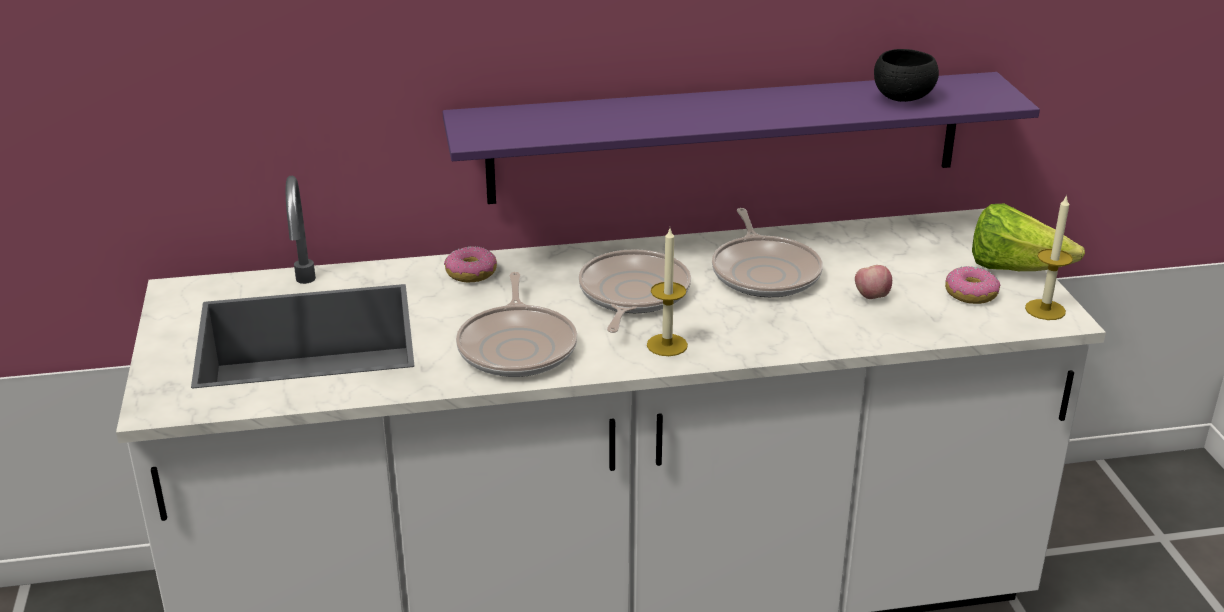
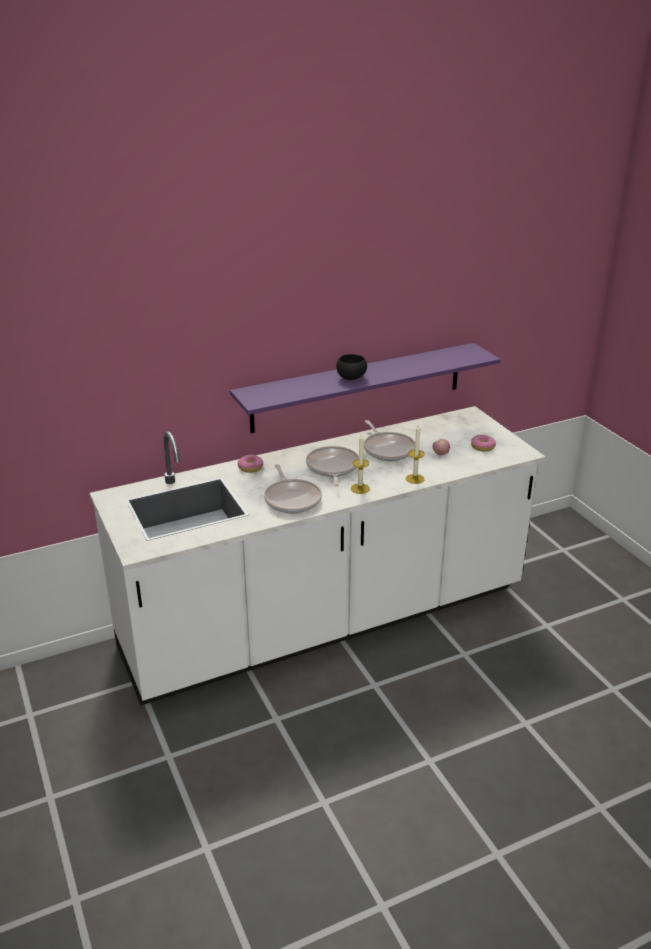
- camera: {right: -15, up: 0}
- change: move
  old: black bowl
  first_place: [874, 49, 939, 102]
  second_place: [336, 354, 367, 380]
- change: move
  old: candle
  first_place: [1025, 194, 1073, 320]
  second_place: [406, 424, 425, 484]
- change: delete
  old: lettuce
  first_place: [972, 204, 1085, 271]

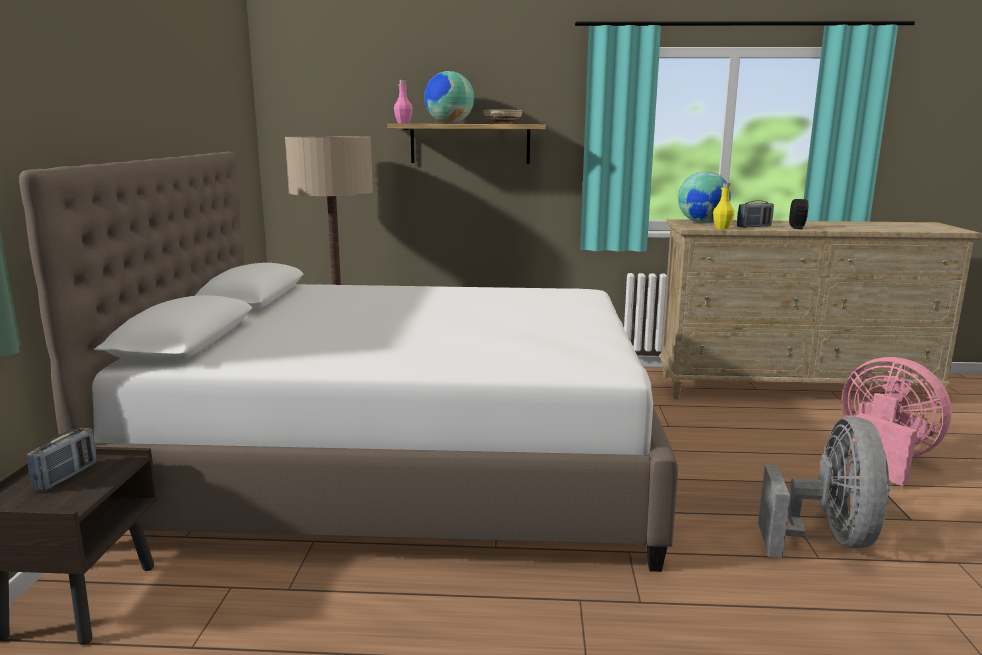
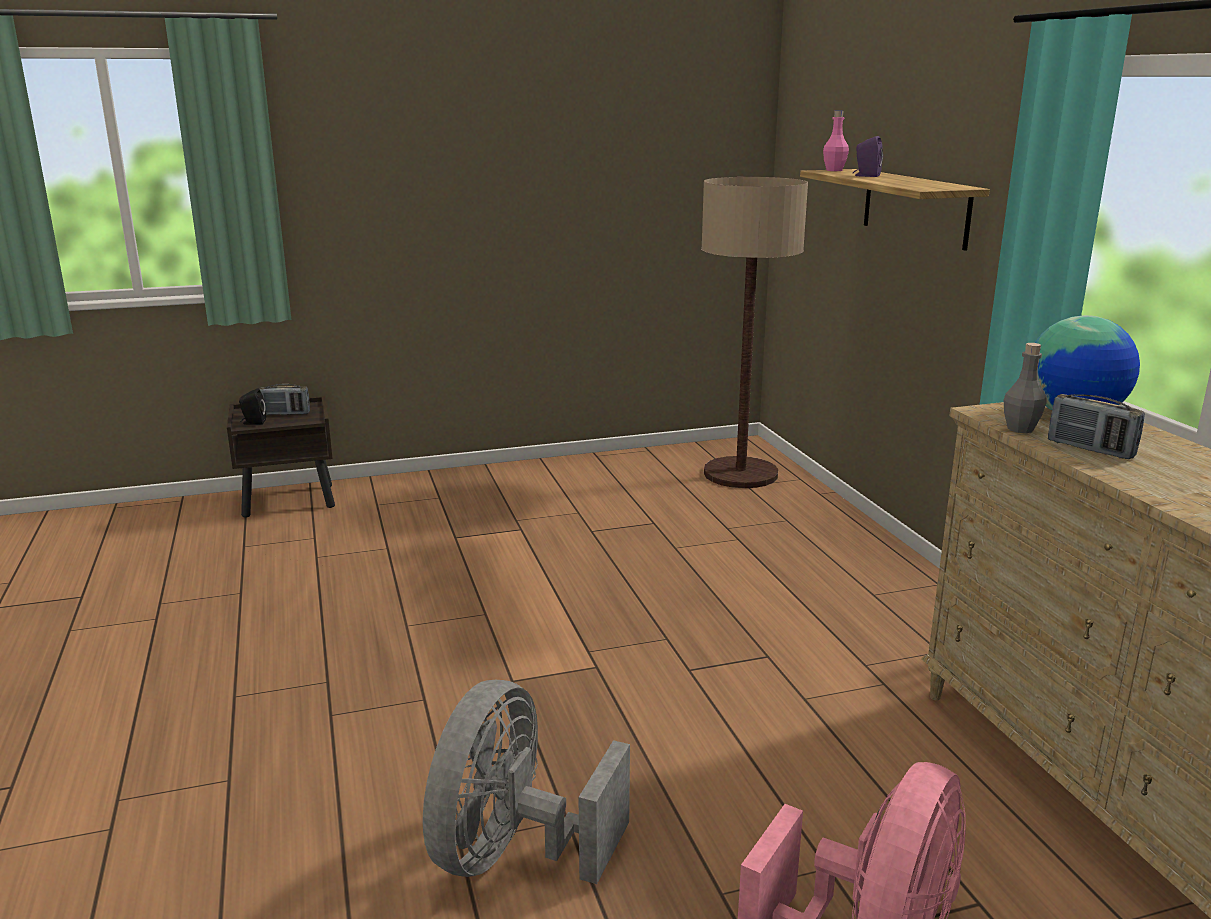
- camera: {right: 70, up: 5}
- change: move
  old: black speaker
  first_place: [789, 199, 808, 229]
  second_place: [239, 388, 266, 425]
- change: rotate
  old: grey fan
  first_place: [758, 417, 890, 558]
  second_place: [423, 680, 630, 884]
  degrees: 120
- change: replace
  old: globe
  new: purple speaker
  first_place: [424, 71, 474, 124]
  second_place: [853, 136, 883, 177]
- change: recolor
  old: yellow bottle
  new: grey bottle
  first_place: [713, 183, 734, 229]
  second_place: [1004, 343, 1047, 433]
- change: delete
  old: white bed
  first_place: [19, 151, 678, 572]
- change: delete
  old: beige bowl
  first_place: [483, 110, 523, 124]

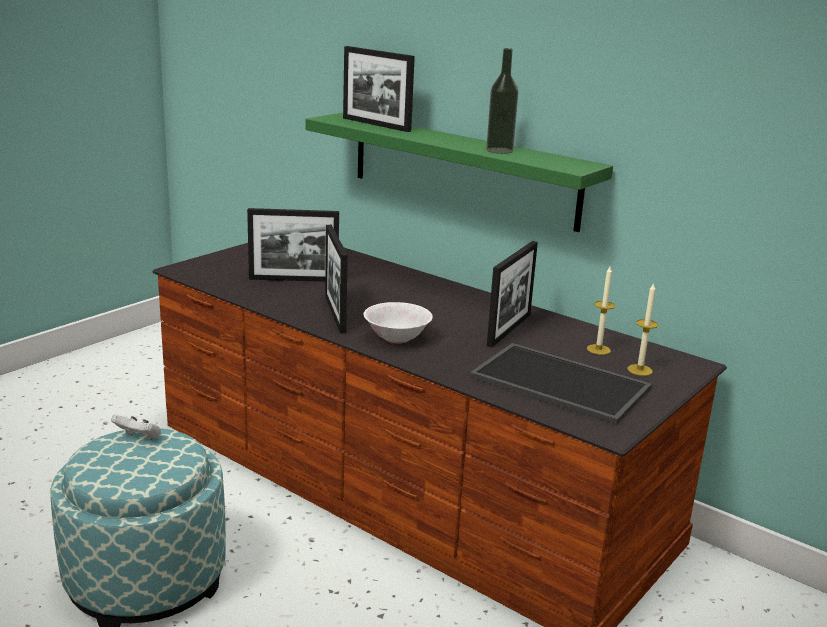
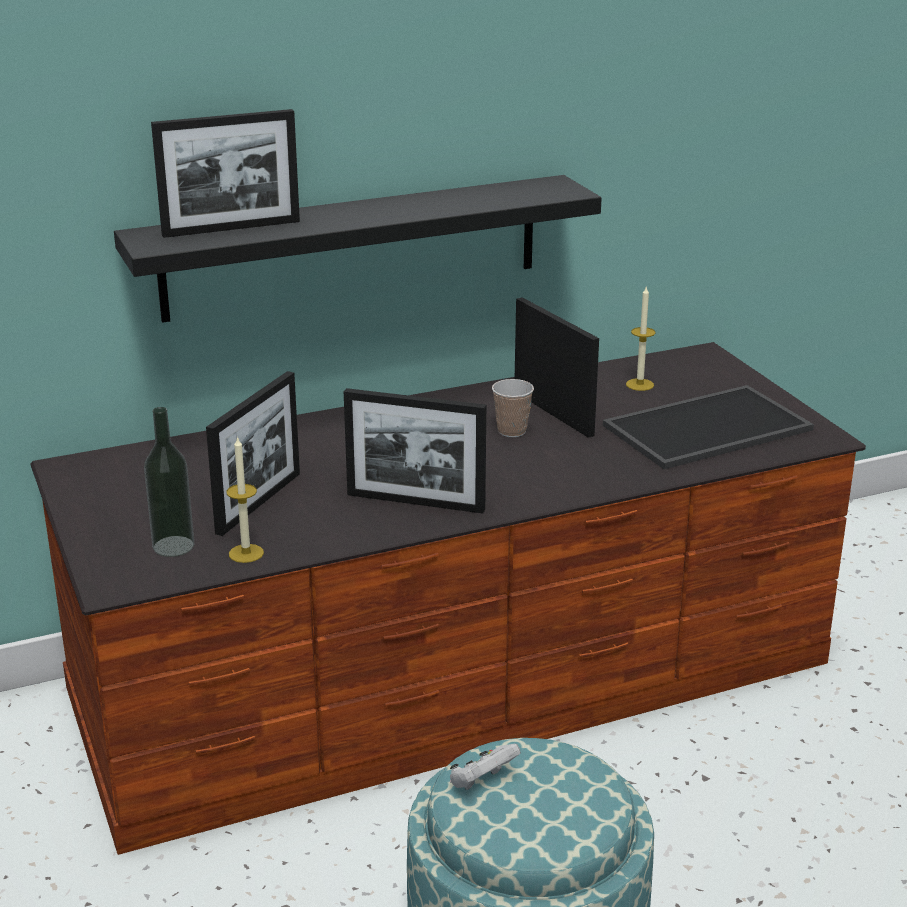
- camera: {right: -60, up: 5}
- change: recolor
  old: green shelf
  new: black shelf
  first_place: [305, 113, 613, 232]
  second_place: [114, 175, 602, 323]
- change: move
  old: bottle
  first_place: [486, 48, 518, 154]
  second_place: [144, 407, 194, 557]
- change: move
  old: candle
  first_place: [627, 283, 658, 376]
  second_place: [226, 436, 264, 563]
- change: insert
  new: cup
  second_place: [492, 379, 534, 437]
- change: delete
  old: white bowl
  first_place: [364, 302, 433, 344]

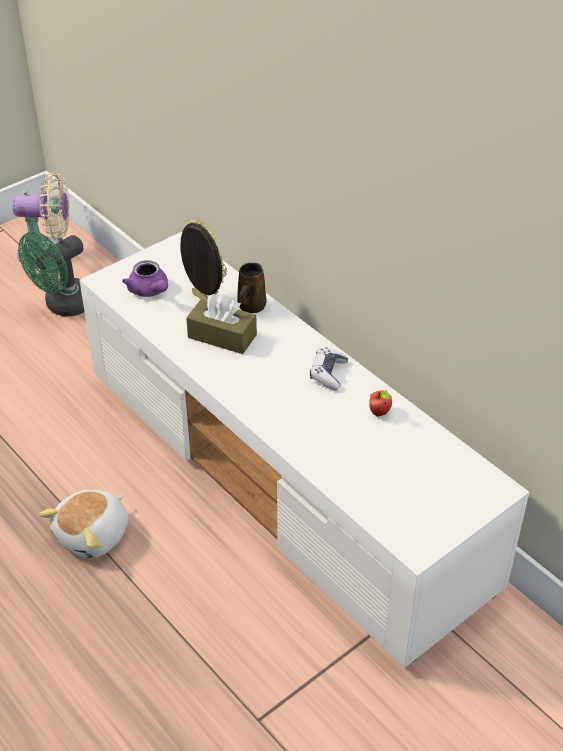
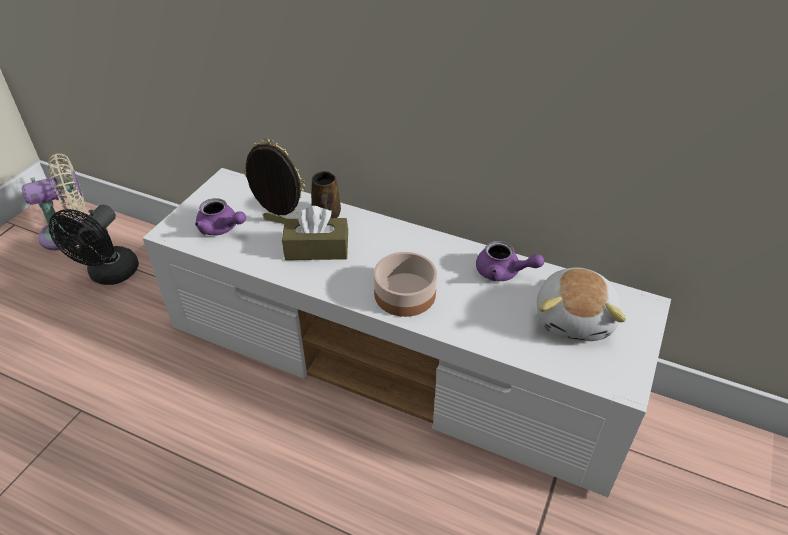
- camera: {right: -25, up: 0}
- change: recolor
  old: green fan
  new: black fan
  first_place: [18, 231, 84, 317]
  second_place: [49, 205, 139, 285]
- change: insert
  new: bowl
  second_place: [374, 252, 437, 317]
- change: replace
  old: apple
  new: purple teapot
  first_place: [370, 390, 392, 416]
  second_place: [476, 241, 544, 281]
- change: move
  old: plush toy
  first_place: [39, 490, 128, 559]
  second_place: [537, 267, 626, 341]
- change: delete
  old: game controller
  first_place: [310, 347, 348, 390]

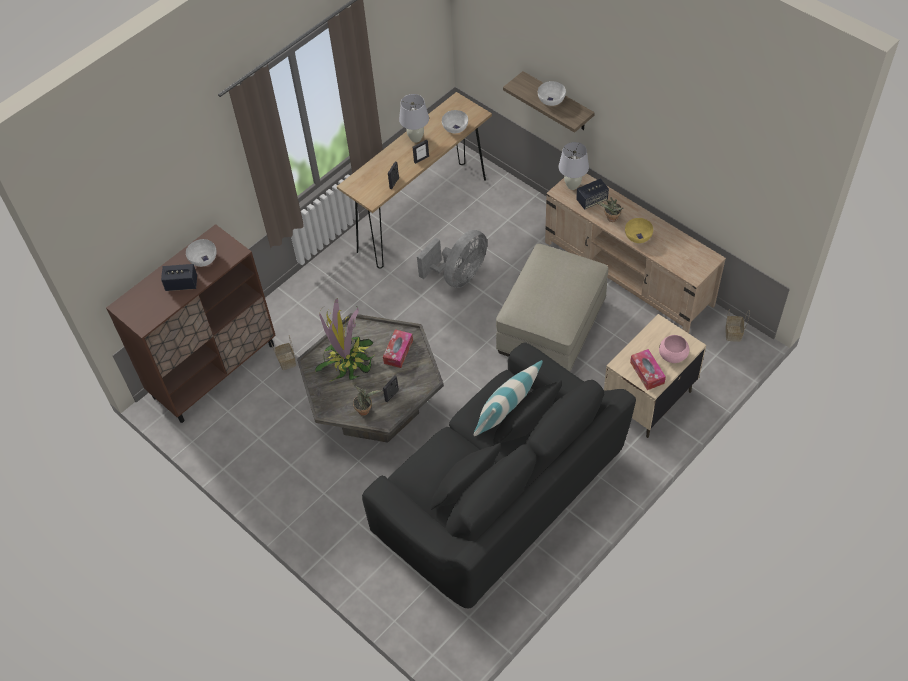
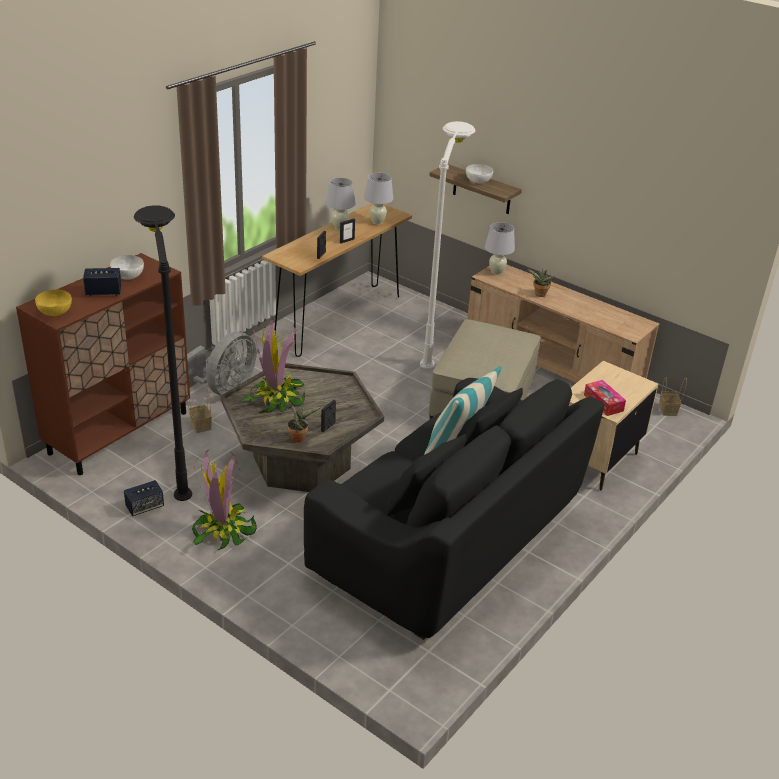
- camera: {right: -10, up: -20}
- change: move
  old: yellow bowl
  first_place: [625, 218, 653, 243]
  second_place: [35, 290, 72, 316]
- change: move
  old: speaker
  first_place: [576, 179, 609, 209]
  second_place: [124, 480, 164, 516]
- change: insert
  new: black floor lamp
  second_place: [134, 205, 192, 501]
- change: move
  old: grey fan
  first_place: [417, 230, 487, 288]
  second_place: [187, 332, 257, 396]
- change: insert
  new: potted plant
  second_place: [192, 449, 257, 552]
- change: replace
  old: white bowl
  new: white table lamp
  first_place: [442, 110, 468, 133]
  second_place: [364, 173, 393, 225]
- change: insert
  new: white floor lamp
  second_place: [420, 121, 475, 369]
- change: delete
  old: tissue box
  first_place: [383, 329, 413, 368]
- change: delete
  old: pink bowl
  first_place: [659, 335, 689, 363]

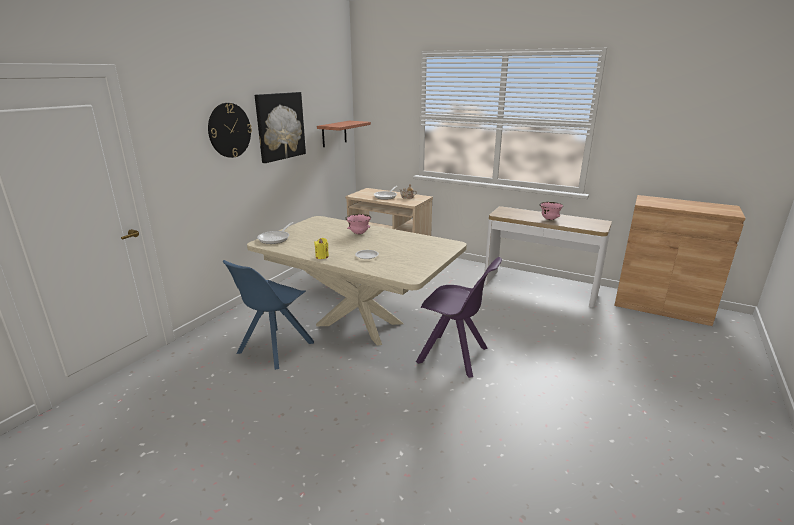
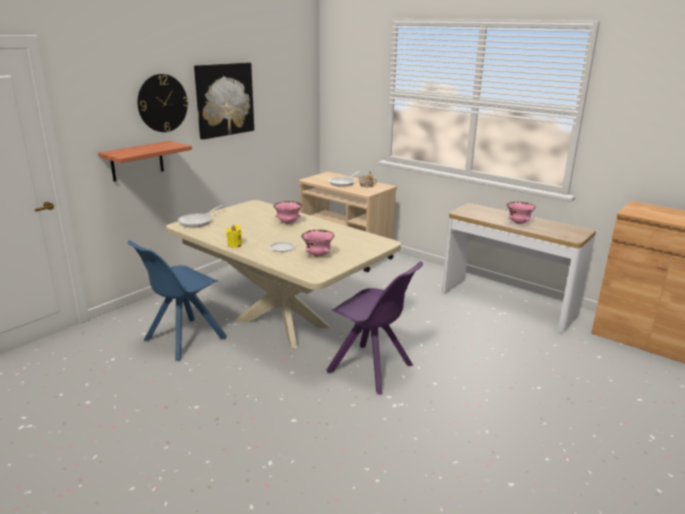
- camera: {right: 10, up: 0}
- change: move
  old: shelf
  first_place: [317, 121, 371, 147]
  second_place: [98, 141, 192, 182]
- change: insert
  new: pink bowl
  second_place: [301, 230, 334, 257]

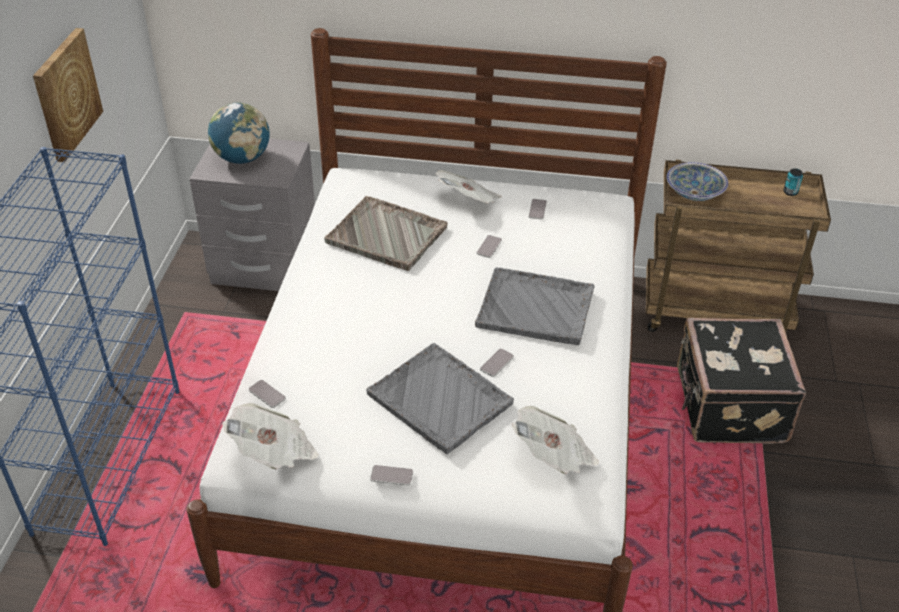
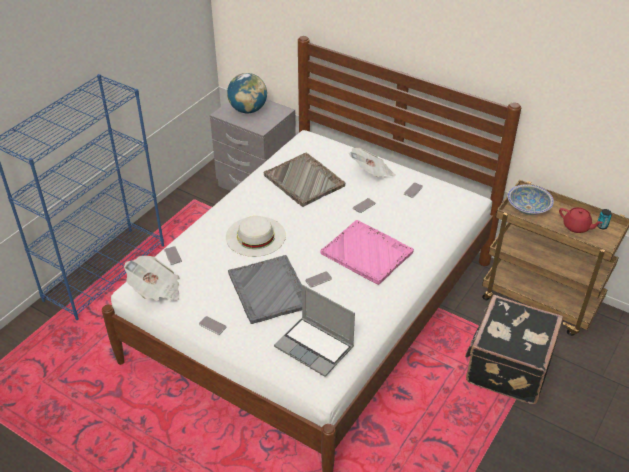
- camera: {right: 25, up: 0}
- change: insert
  new: white hat
  second_place: [226, 216, 286, 257]
- change: replace
  old: newspaper
  new: laptop
  first_place: [512, 406, 599, 474]
  second_place: [274, 285, 355, 377]
- change: recolor
  old: grey tray
  new: pink tray
  first_place: [475, 267, 595, 345]
  second_place: [320, 220, 414, 285]
- change: insert
  new: red teapot
  second_place: [559, 207, 603, 233]
- change: delete
  old: picture
  first_place: [33, 28, 103, 162]

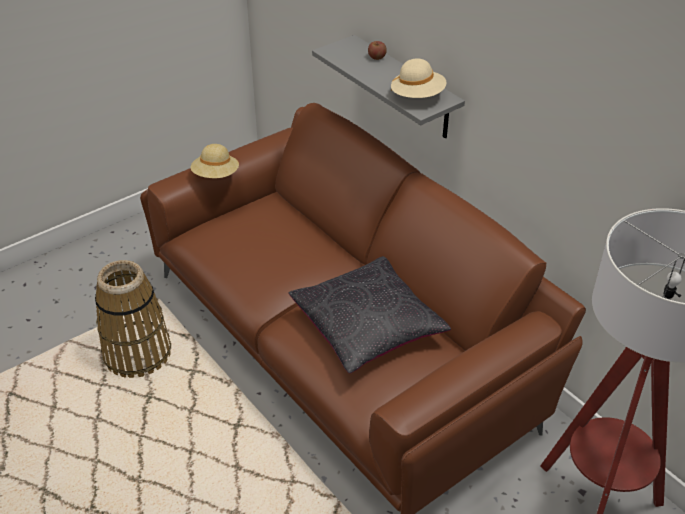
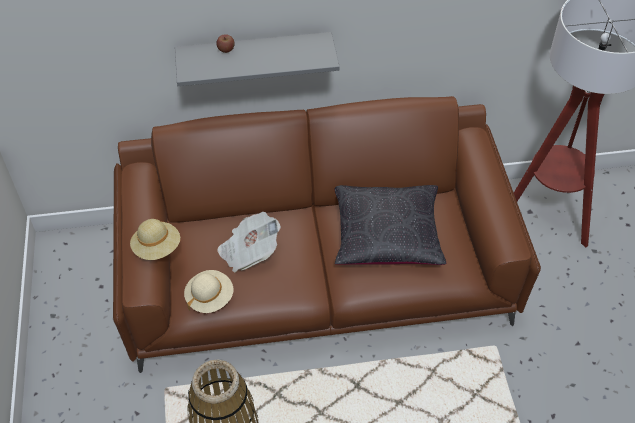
- camera: {right: -60, up: 10}
- change: move
  old: beige hat
  first_place: [391, 58, 446, 98]
  second_place: [184, 270, 233, 313]
- change: insert
  new: newspaper
  second_place: [217, 212, 281, 273]

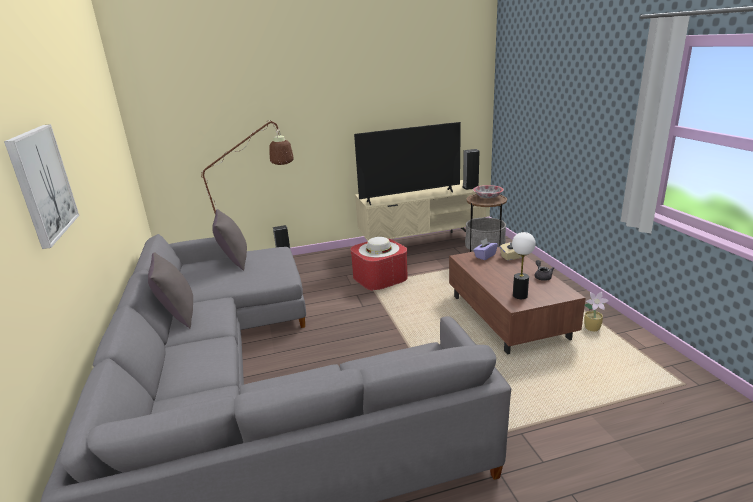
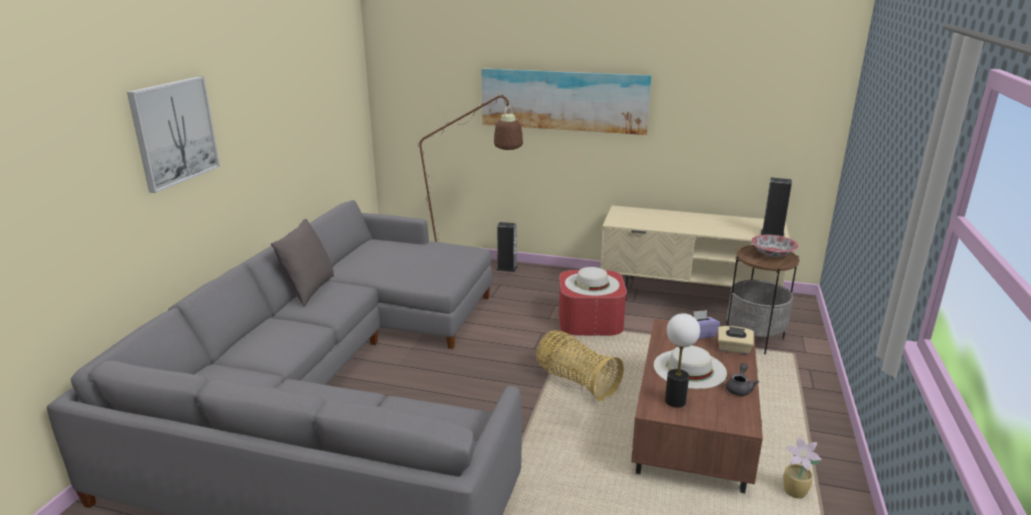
- camera: {right: 30, up: 0}
- change: insert
  new: picture
  second_place: [482, 69, 651, 135]
- change: insert
  new: basket
  second_place: [536, 330, 624, 401]
- change: insert
  new: white hat
  second_place: [654, 346, 727, 389]
- change: delete
  old: grey pillow
  first_place: [212, 209, 247, 271]
- change: delete
  old: television
  first_place: [354, 122, 461, 205]

